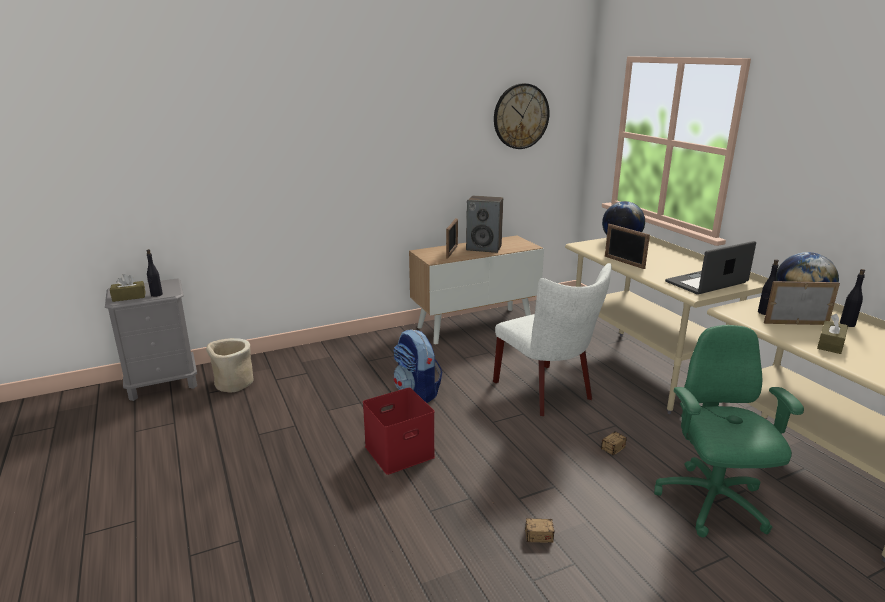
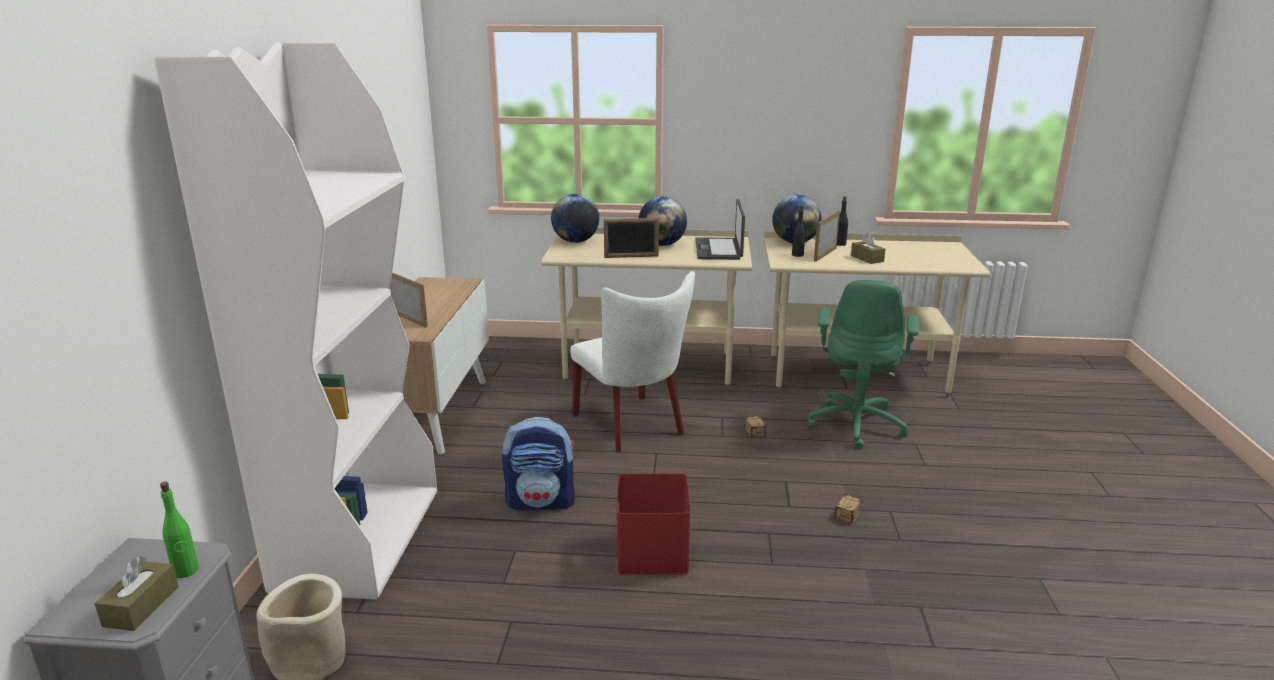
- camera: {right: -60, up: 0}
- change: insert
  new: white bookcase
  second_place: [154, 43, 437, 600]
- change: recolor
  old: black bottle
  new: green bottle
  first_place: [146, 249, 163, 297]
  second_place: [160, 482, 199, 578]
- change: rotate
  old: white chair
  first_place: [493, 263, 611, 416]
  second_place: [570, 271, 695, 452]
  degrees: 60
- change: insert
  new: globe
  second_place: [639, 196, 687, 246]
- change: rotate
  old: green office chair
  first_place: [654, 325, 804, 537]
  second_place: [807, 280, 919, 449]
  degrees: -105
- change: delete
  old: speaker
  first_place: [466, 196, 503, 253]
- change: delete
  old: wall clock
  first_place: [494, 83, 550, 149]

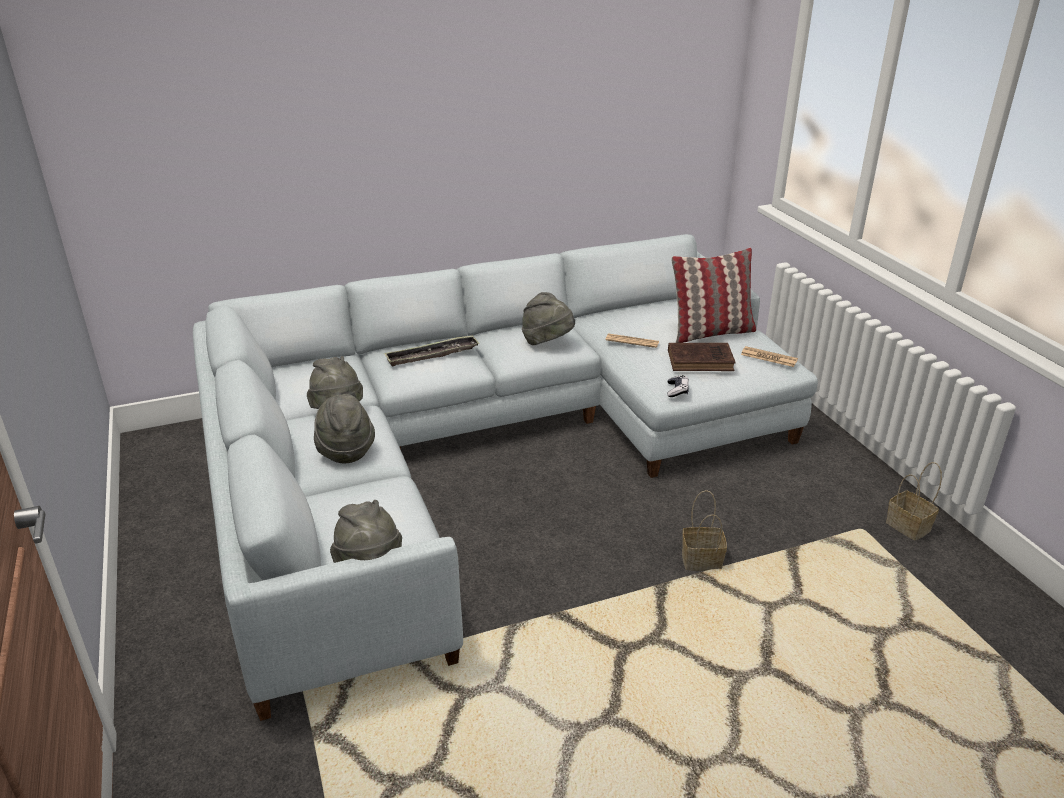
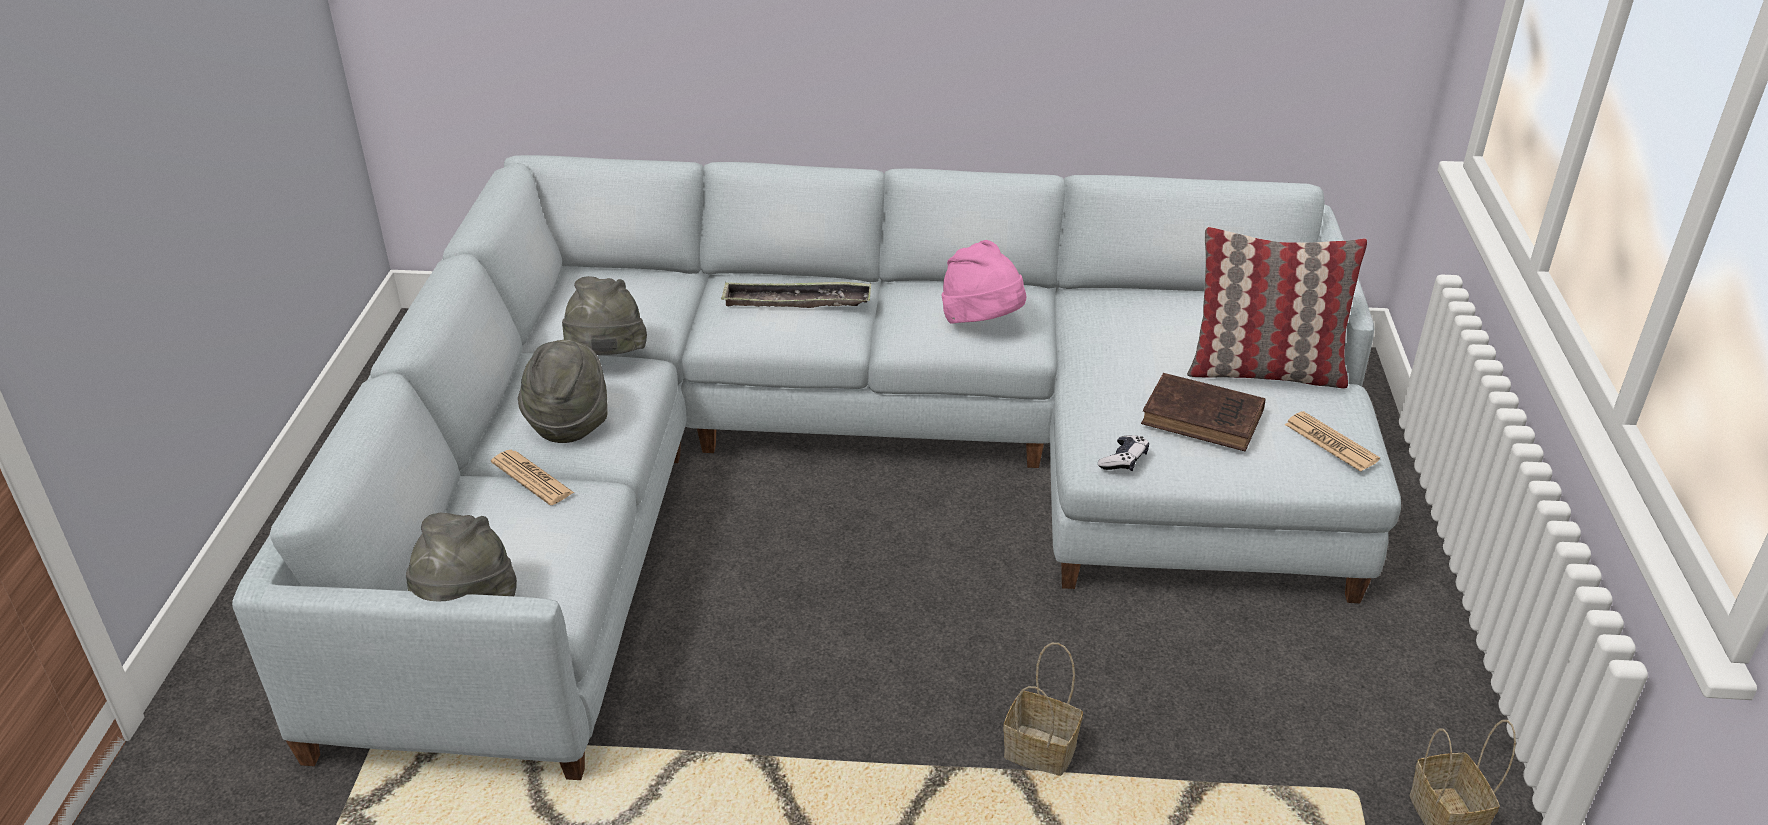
- camera: {right: 25, up: 5}
- change: move
  old: newspaper
  first_place: [605, 334, 659, 348]
  second_place: [491, 450, 574, 505]
- change: recolor
  old: grey hat
  new: pink hat
  first_place: [522, 292, 575, 346]
  second_place: [941, 240, 1027, 324]

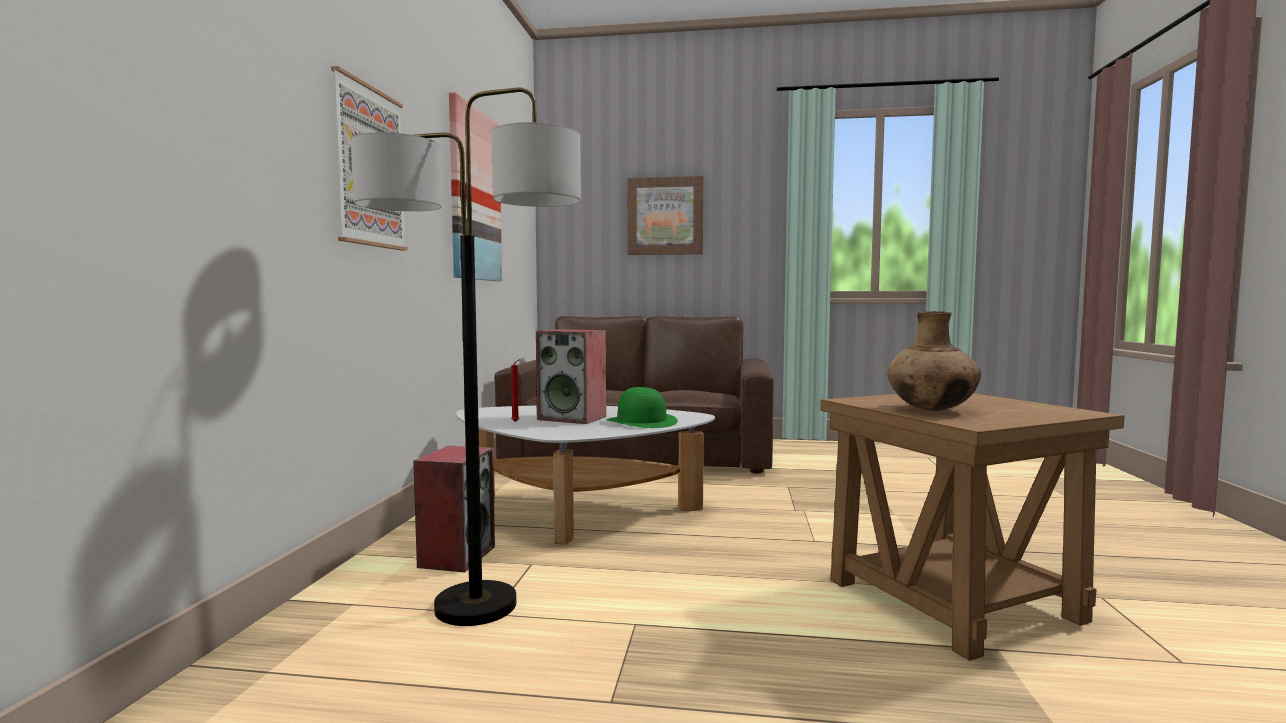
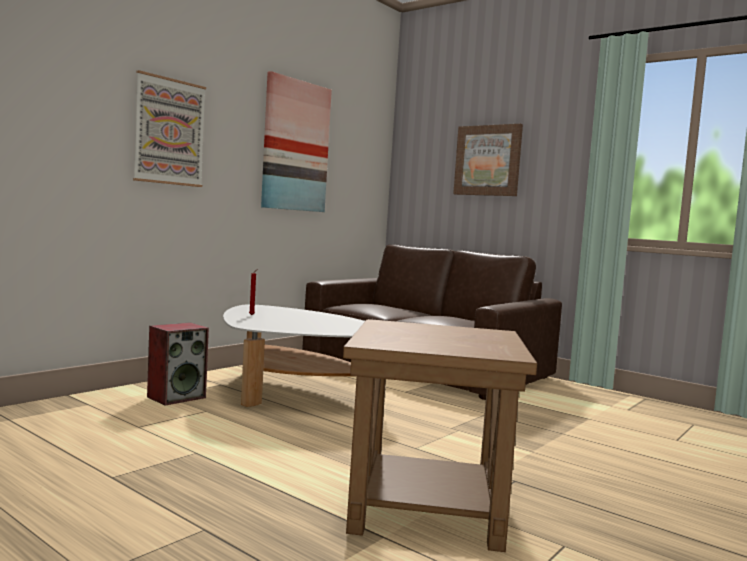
- camera: {right: 30, up: 0}
- change: delete
  old: floor lamp
  first_place: [351, 87, 581, 626]
- change: delete
  old: speaker
  first_place: [536, 329, 606, 424]
- change: delete
  old: green hat
  first_place: [606, 387, 678, 428]
- change: delete
  old: brown vase
  first_place: [887, 311, 981, 411]

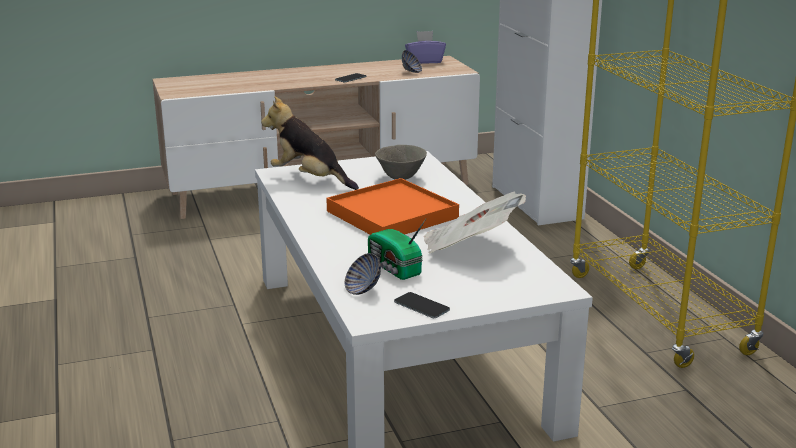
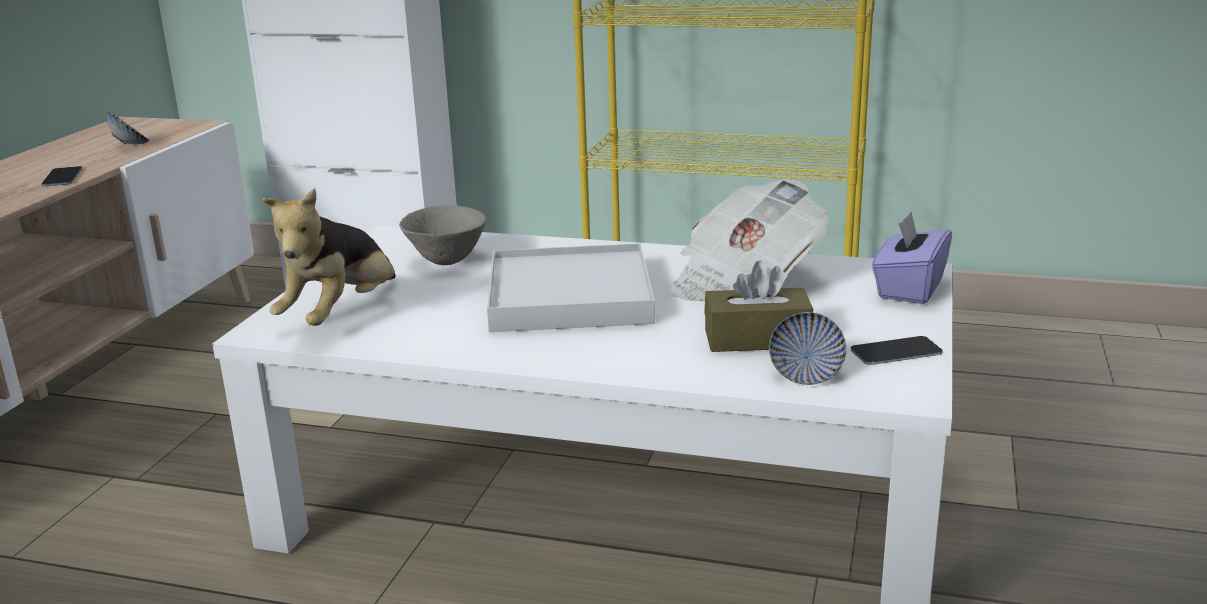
- camera: {right: -55, up: 0}
- change: rotate
  old: plush toy
  first_place: [261, 96, 359, 190]
  second_place: [263, 188, 396, 326]
  degrees: -45
- change: recolor
  old: orange tray
  new: white tray
  first_place: [326, 178, 459, 235]
  second_place: [487, 243, 655, 332]
- change: replace
  old: radio
  new: brown tissue box
  first_place: [368, 219, 426, 280]
  second_place: [704, 261, 813, 352]
- change: move
  old: purple tissue box
  first_place: [405, 31, 446, 64]
  second_place: [872, 212, 952, 304]

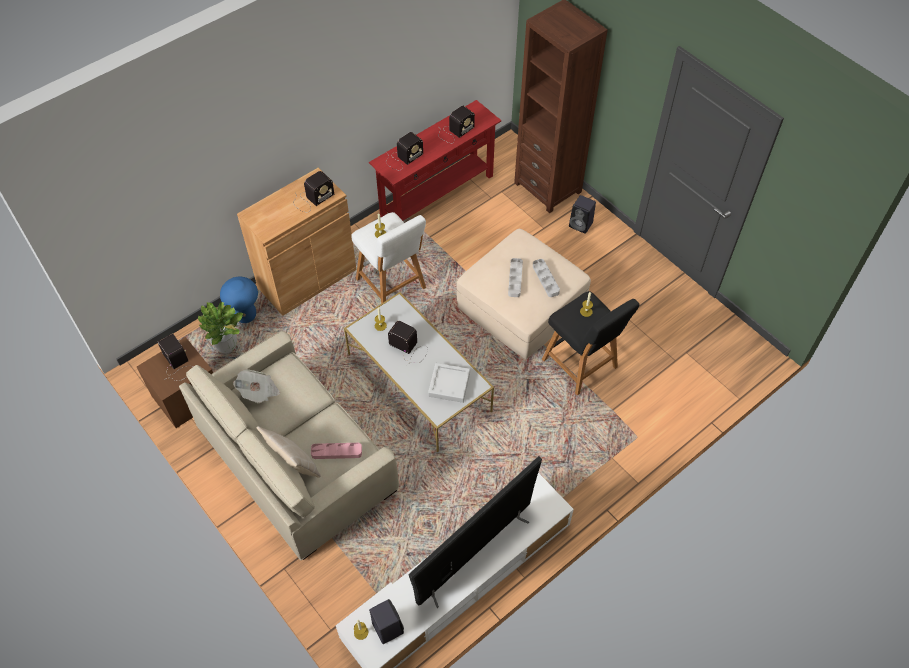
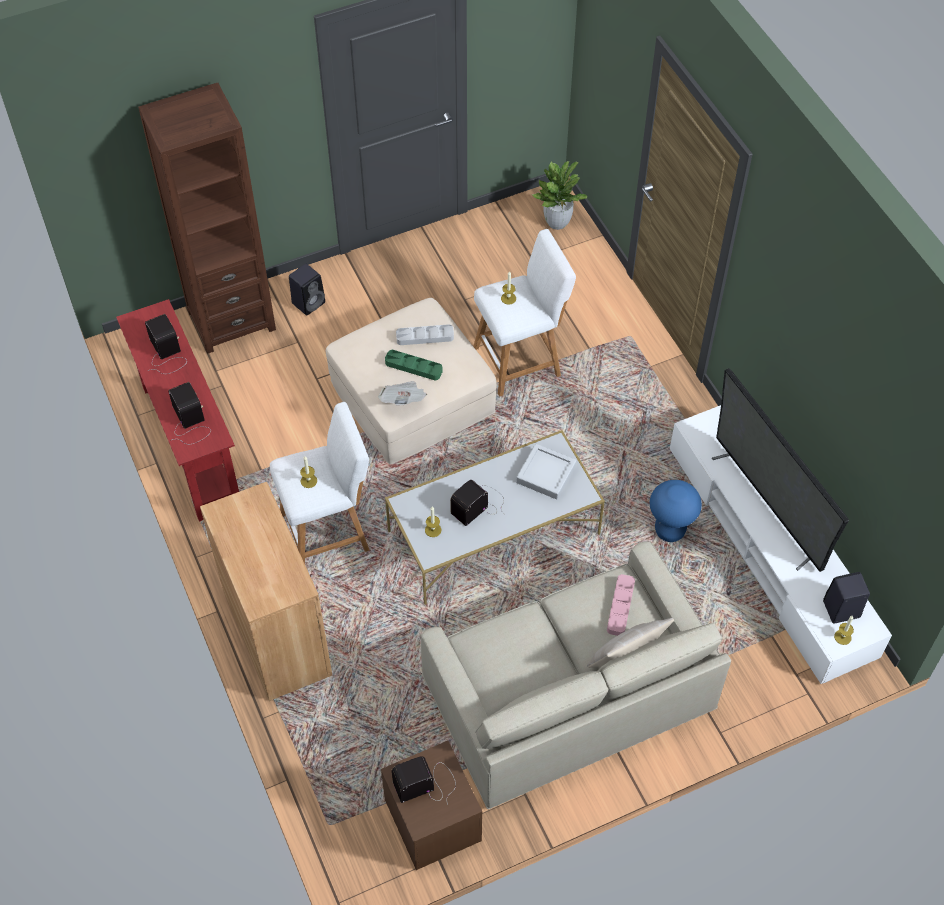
- camera: {right: -75, up: 0}
- change: move
  old: newspaper
  first_place: [233, 369, 280, 403]
  second_place: [378, 381, 427, 406]
- change: recolor
  old: grey tray
  new: green tray
  first_place: [508, 258, 523, 297]
  second_place: [385, 350, 442, 380]
- change: recolor
  old: black stool
  new: white stool
  first_place: [542, 291, 640, 396]
  second_place: [473, 229, 576, 397]
- change: move
  old: potted plant
  first_place: [198, 302, 243, 353]
  second_place: [533, 161, 587, 230]
- change: move
  old: blue stool
  first_place: [220, 277, 258, 323]
  second_place: [650, 480, 702, 542]
- change: delete
  old: radio
  first_place: [293, 171, 334, 212]

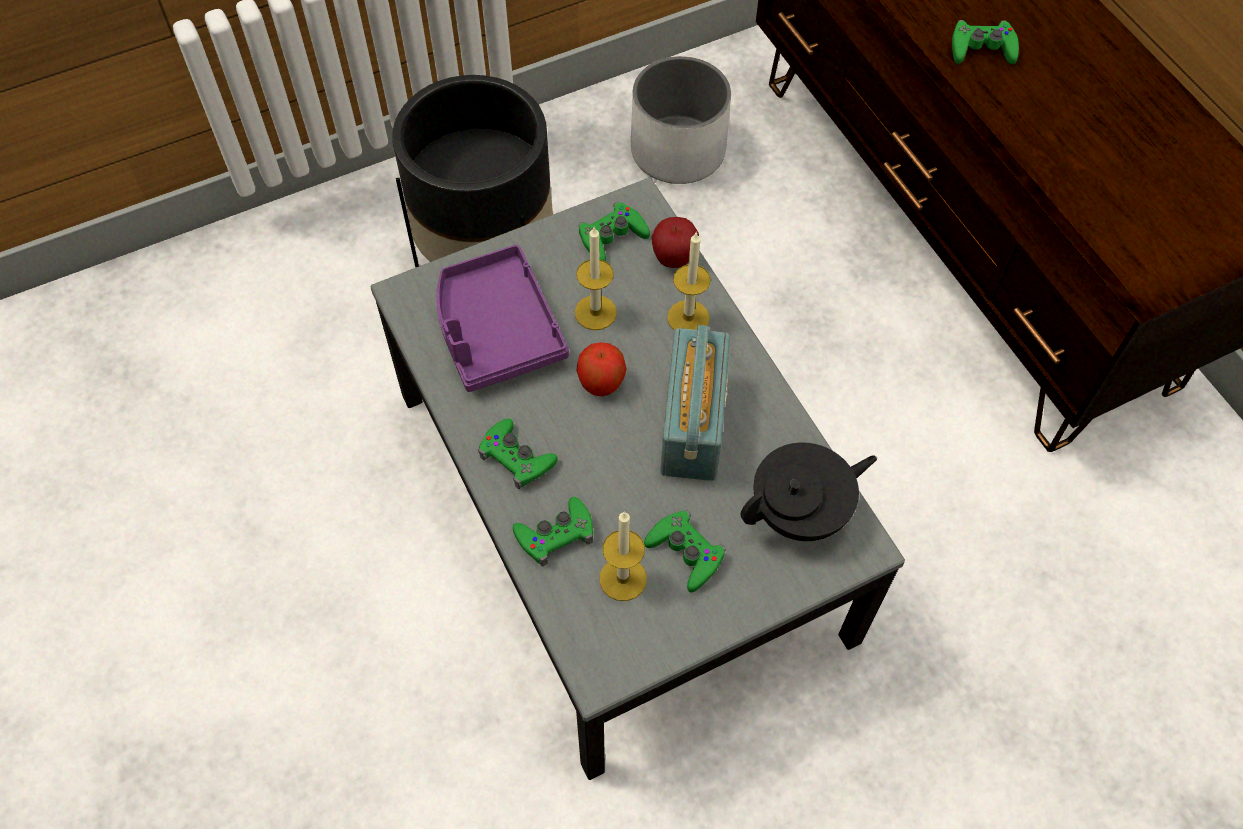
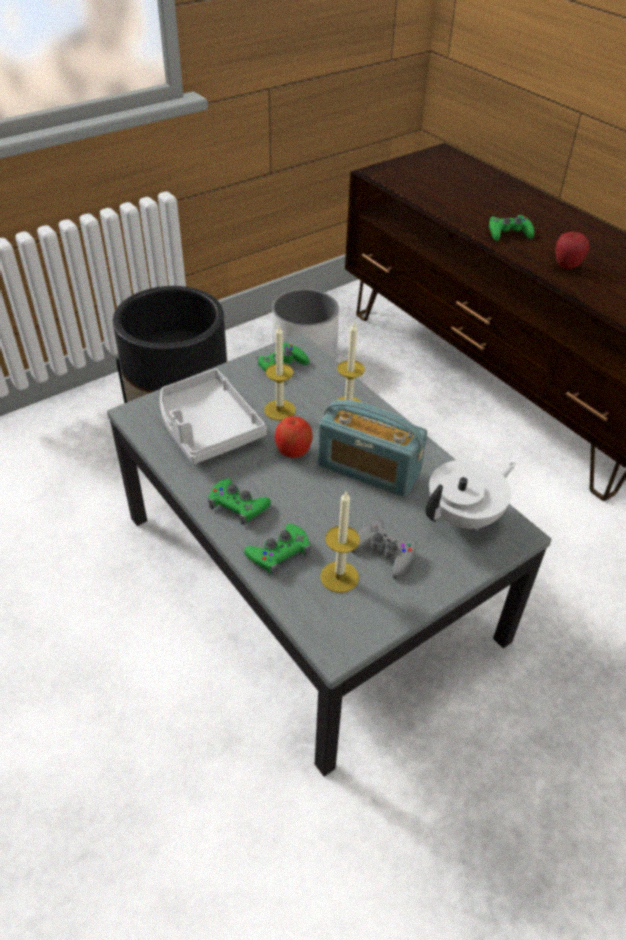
- camera: {right: -10, up: -15}
- change: recolor
  old: purple tray
  new: grey tray
  first_place: [436, 245, 569, 392]
  second_place: [160, 369, 267, 464]
- change: rotate
  old: radio
  first_place: [660, 325, 730, 481]
  second_place: [318, 400, 427, 497]
  degrees: 120
- change: recolor
  old: green game controller
  new: grey game controller
  first_place: [644, 510, 726, 593]
  second_place: [351, 521, 417, 579]
- change: recolor
  old: black teapot
  new: white teapot
  first_place: [740, 443, 877, 541]
  second_place: [426, 460, 516, 530]
- change: move
  old: apple
  first_place: [652, 217, 699, 268]
  second_place: [556, 232, 590, 269]

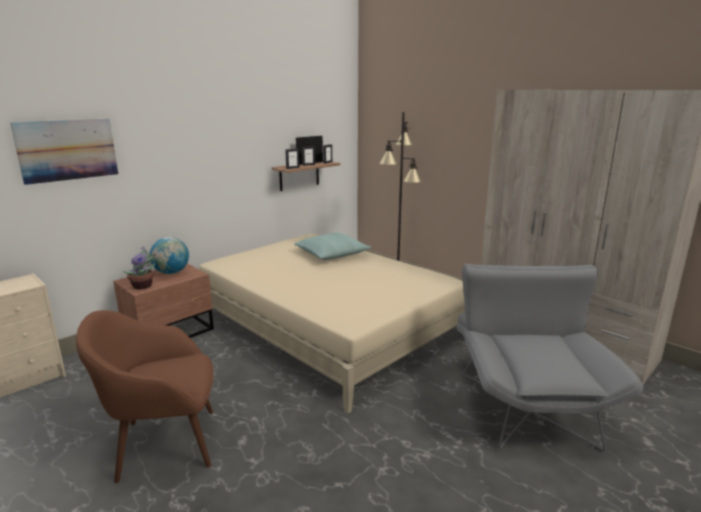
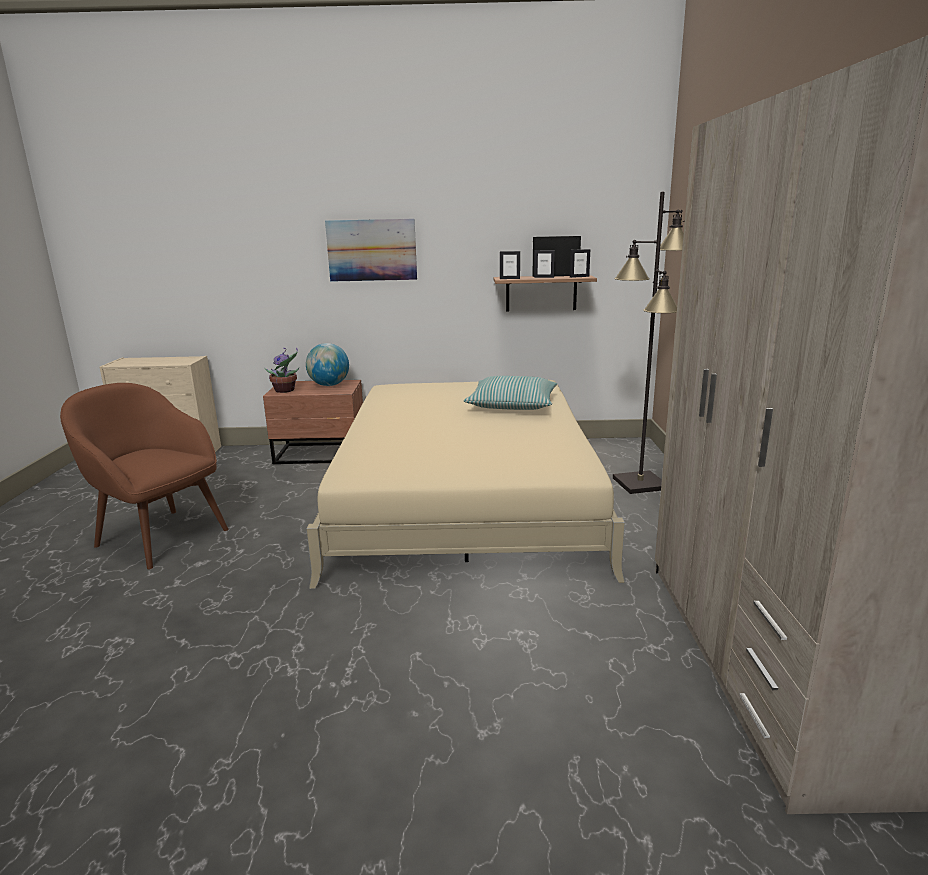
- camera: {right: 45, up: 0}
- change: move
  old: picture
  first_place: [10, 119, 118, 185]
  second_place: [325, 219, 417, 282]
- change: delete
  old: grey armchair
  first_place: [456, 264, 643, 451]

